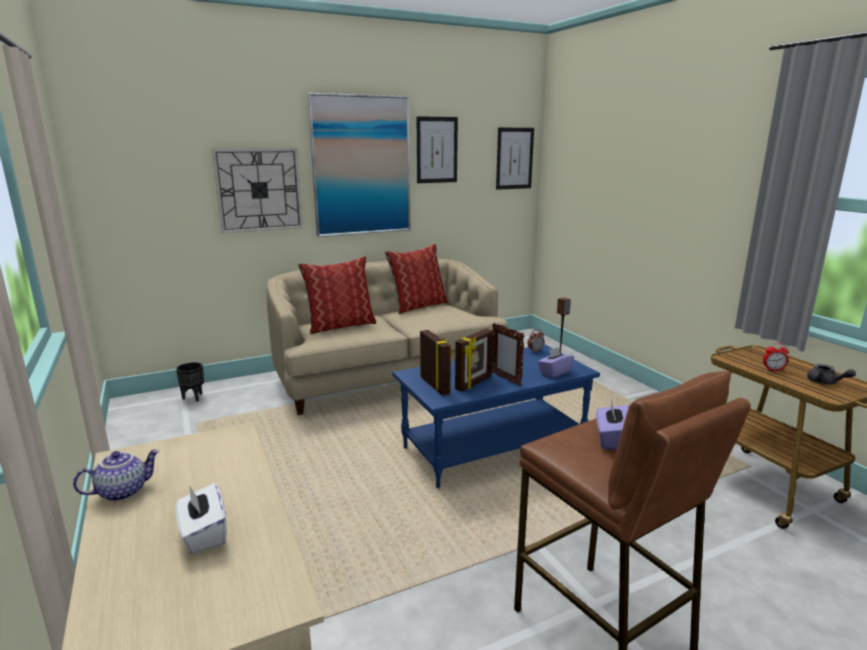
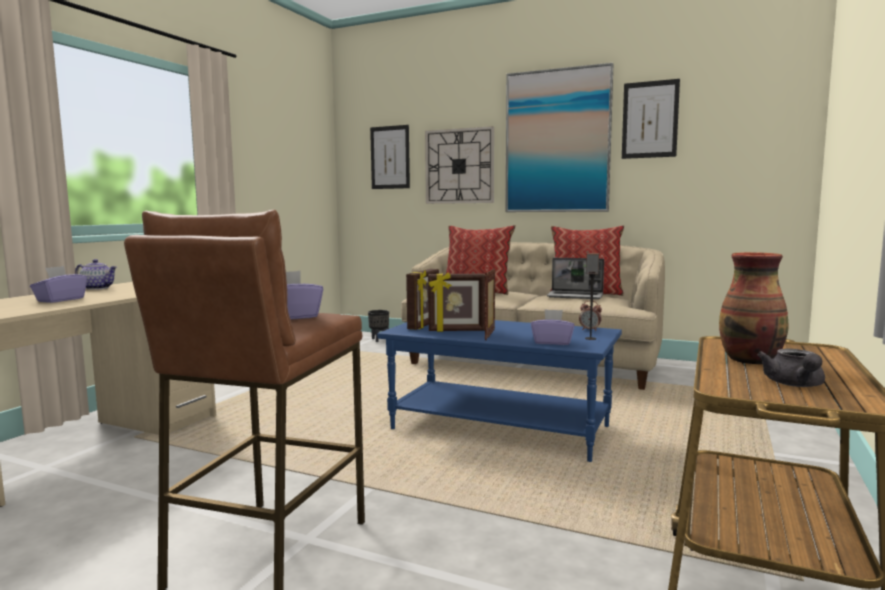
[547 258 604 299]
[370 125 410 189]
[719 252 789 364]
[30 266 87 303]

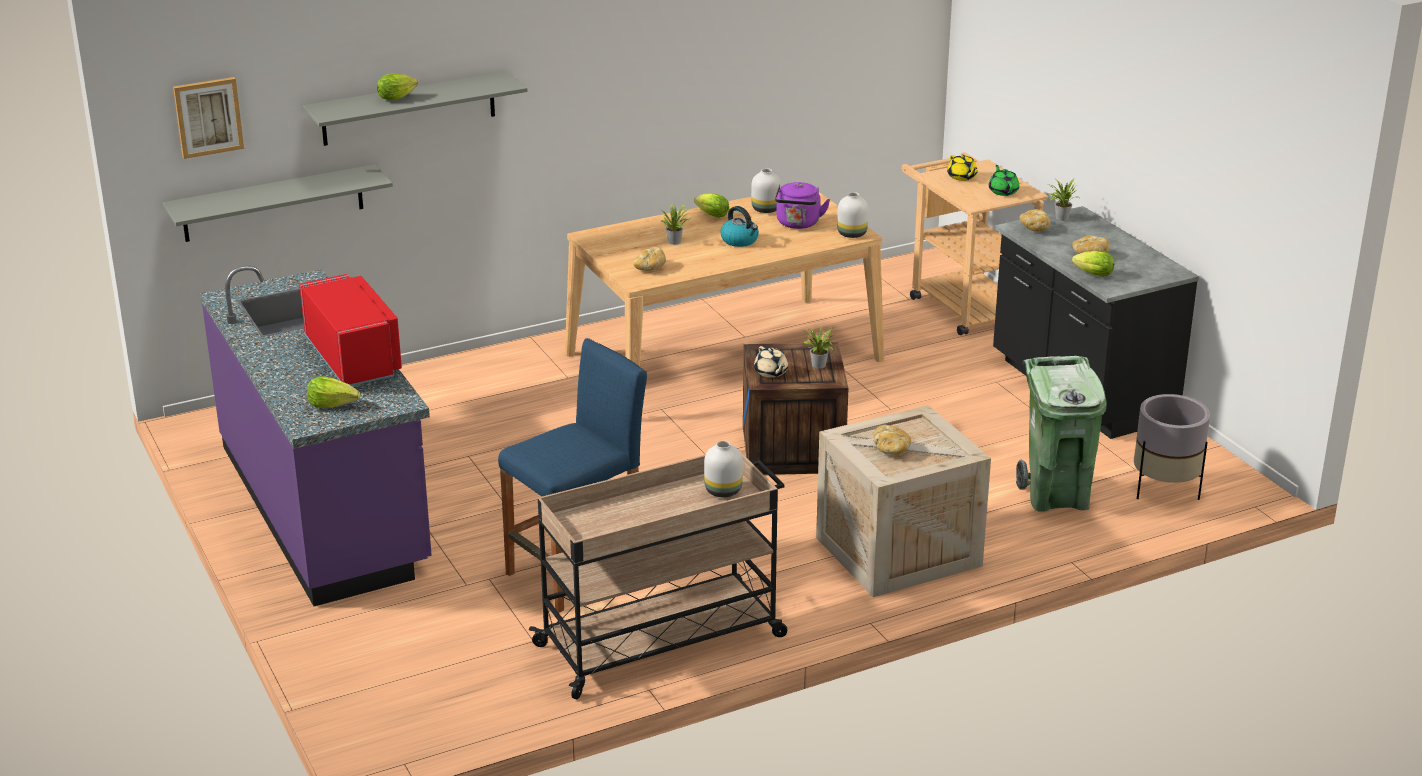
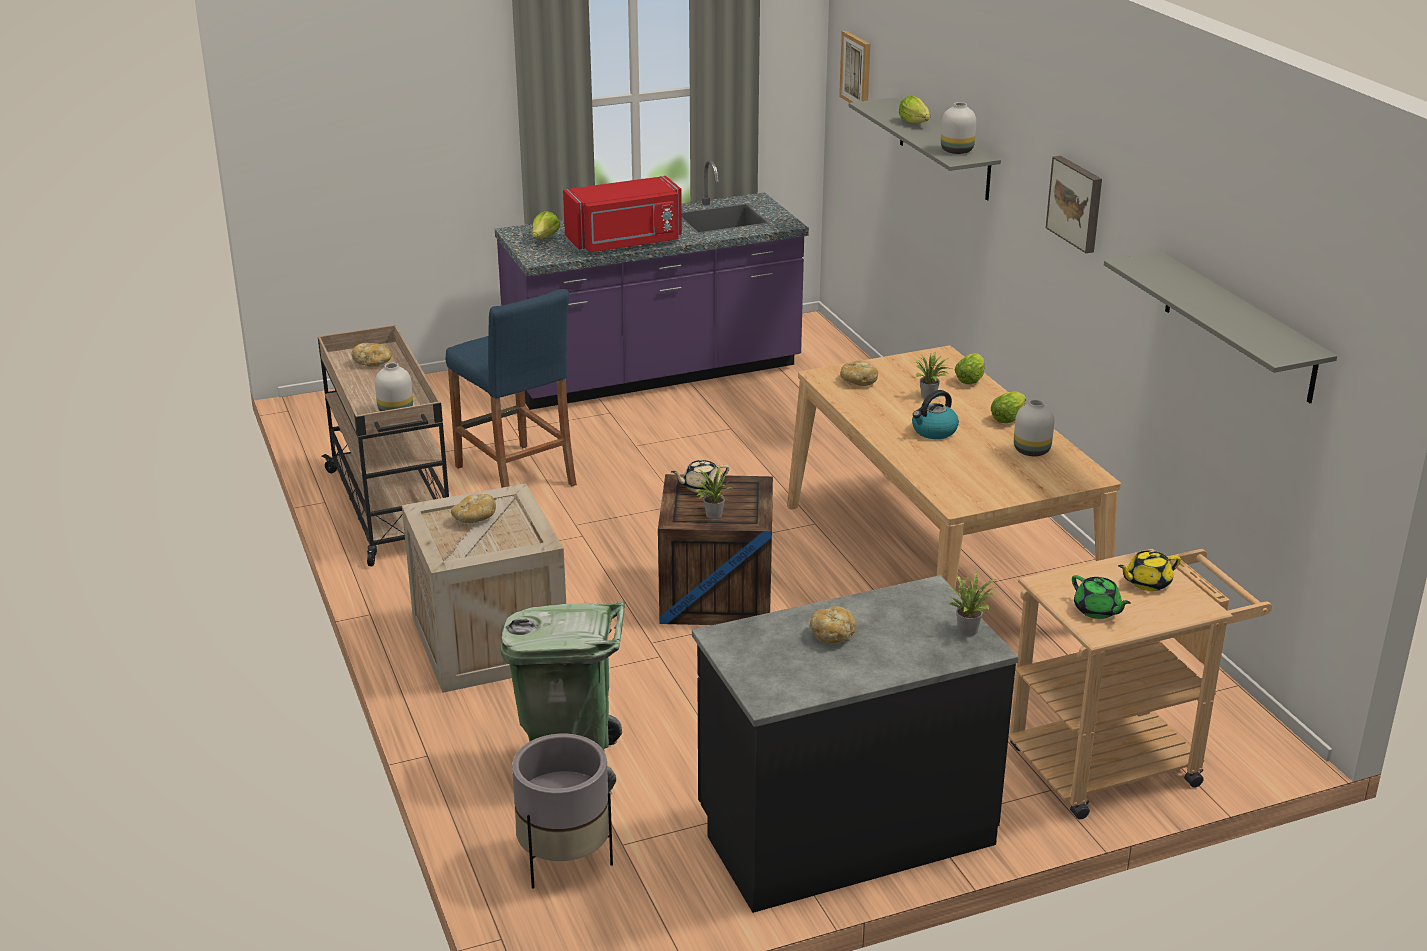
[775 182 830 229] (first image)
[1046 156 1102 253]
[1104 252 1337 403]
[941 102 976 154]
[351 343 392 367]
[955 353 985 384]
[1072 575 1131 619]

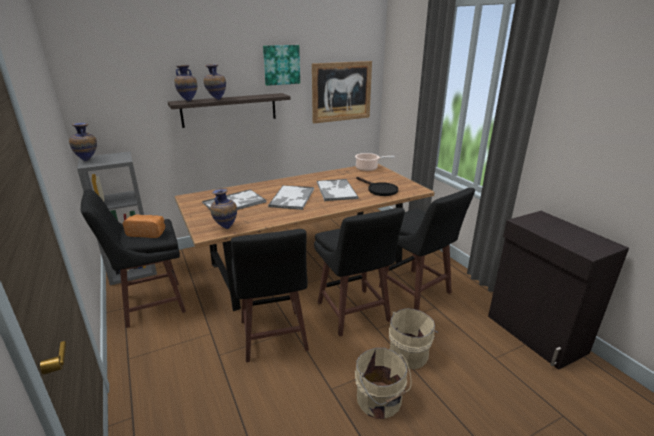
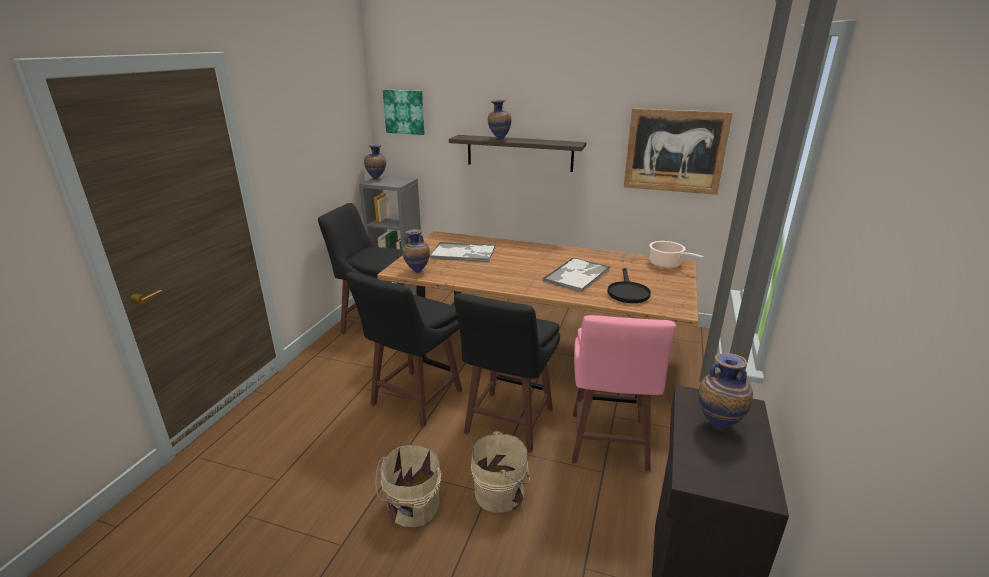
[123 214 165 238] (first image)
[268 185 314 210] (first image)
[699 353 753 430]
[383 90 425 135]
[572 315 676 471]

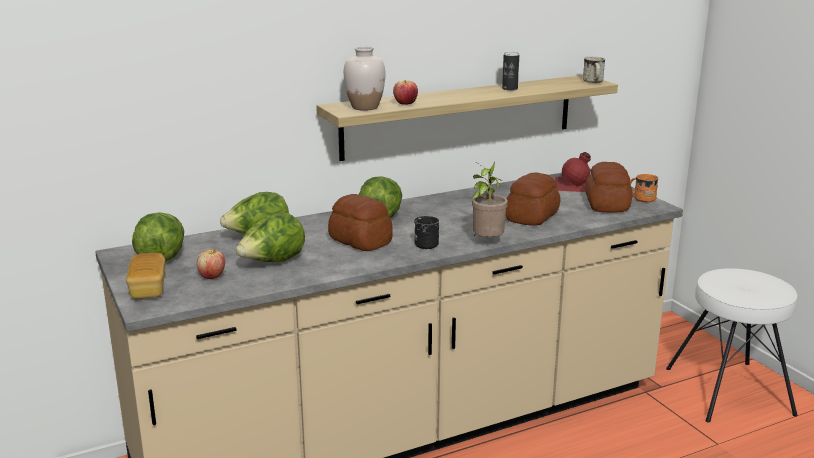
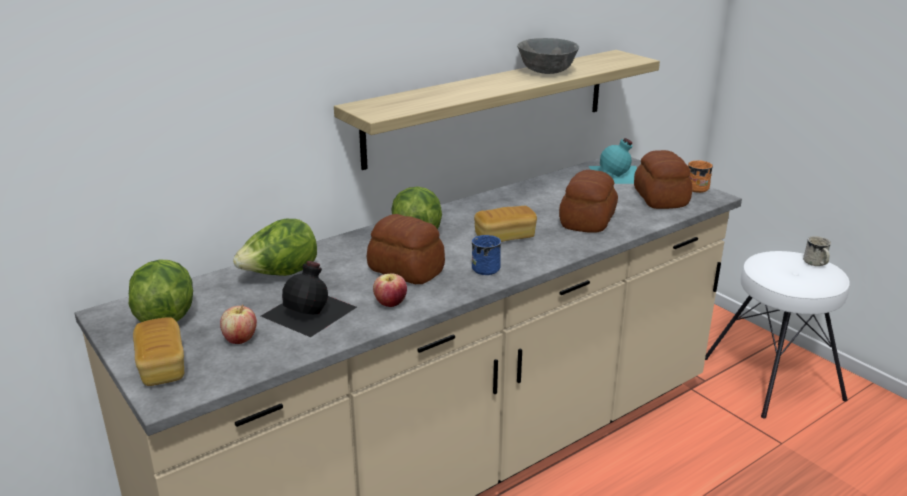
[344 46 386 111] (first image)
[472 162 508 237] (first image)
[474 206 537 242]
[373 273 407 307]
[803 236 831 266]
[261 261 357 337]
[517 38 579 74]
[472 235 501 275]
[589 138 637 184]

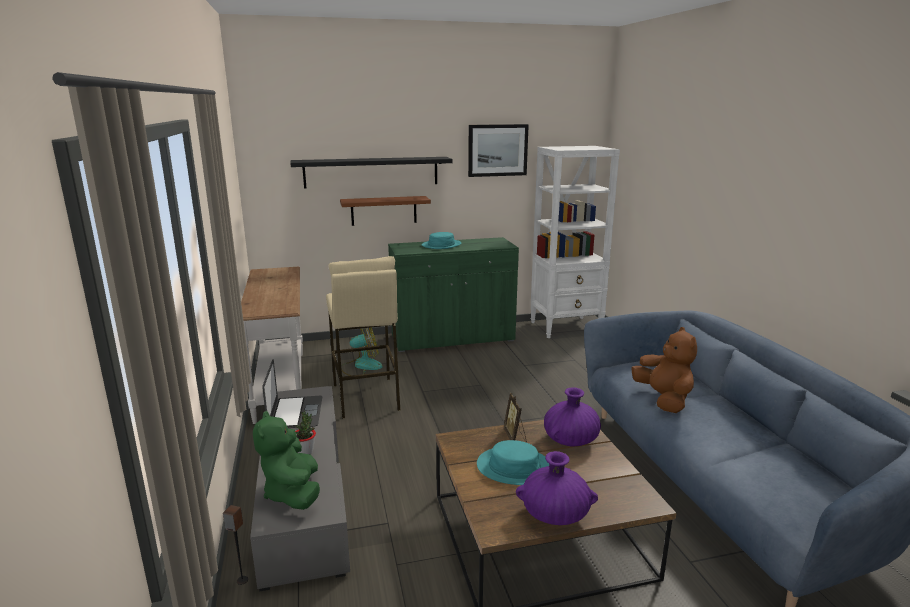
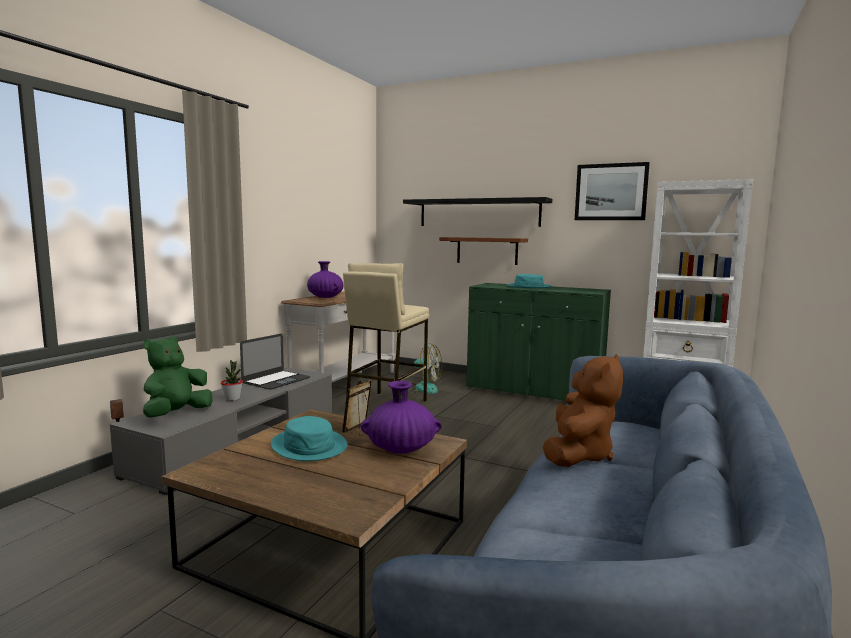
[307 261 344 298]

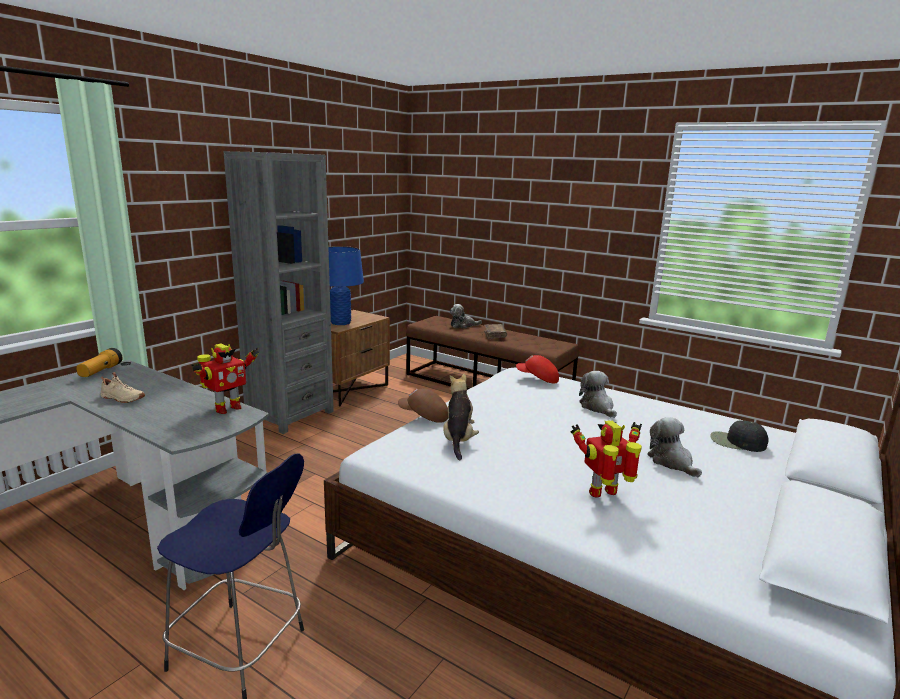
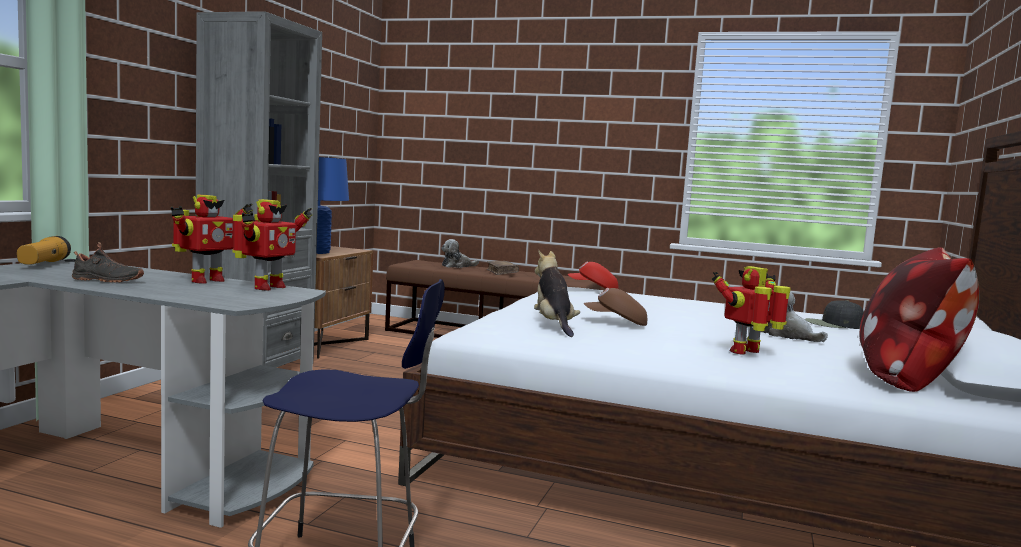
[579 371 617 418] (first image)
[171 195 253 284]
[859 247 979 392]
[584 288 647 326]
[72 242 144 283]

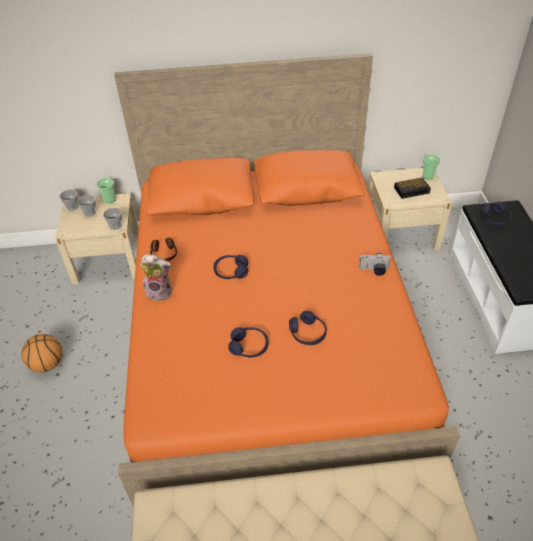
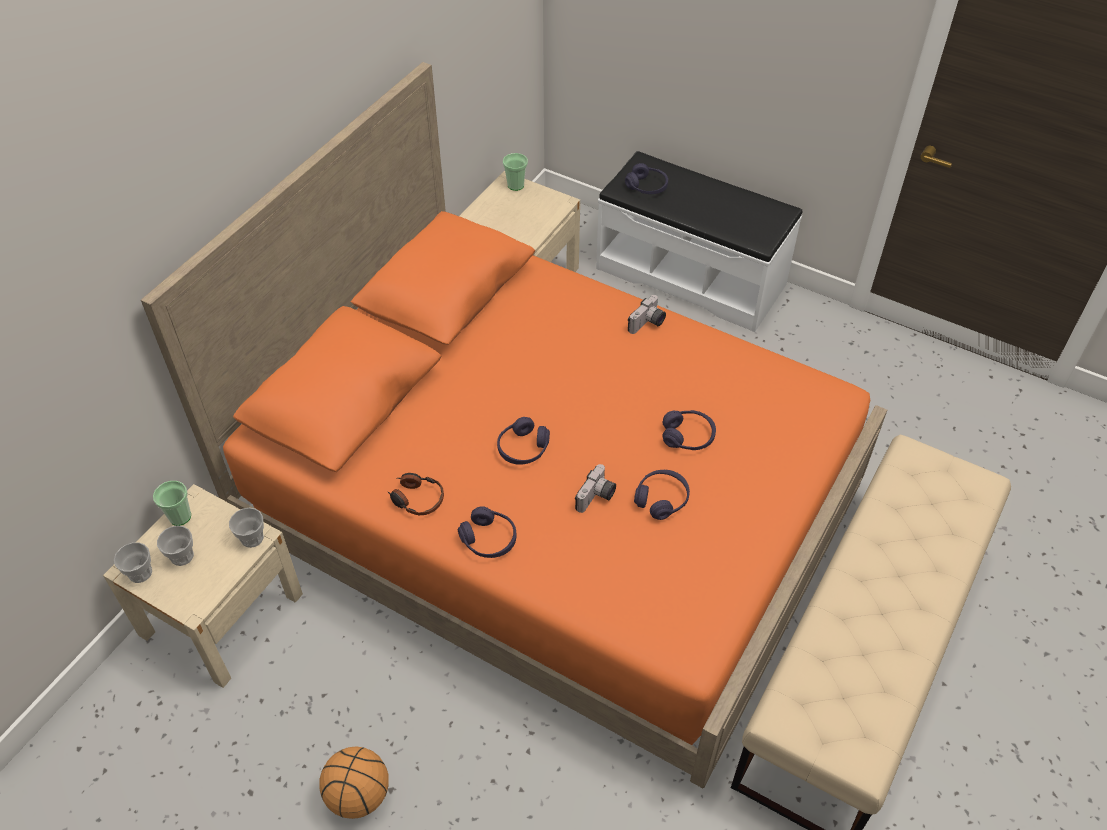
[394 177 431 199] (first image)
[575 464 616 513]
[458 506 517 558]

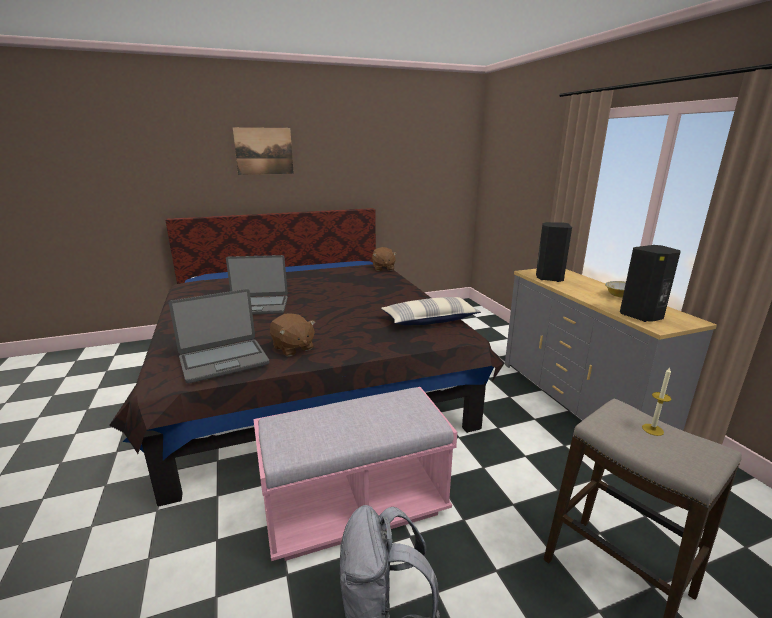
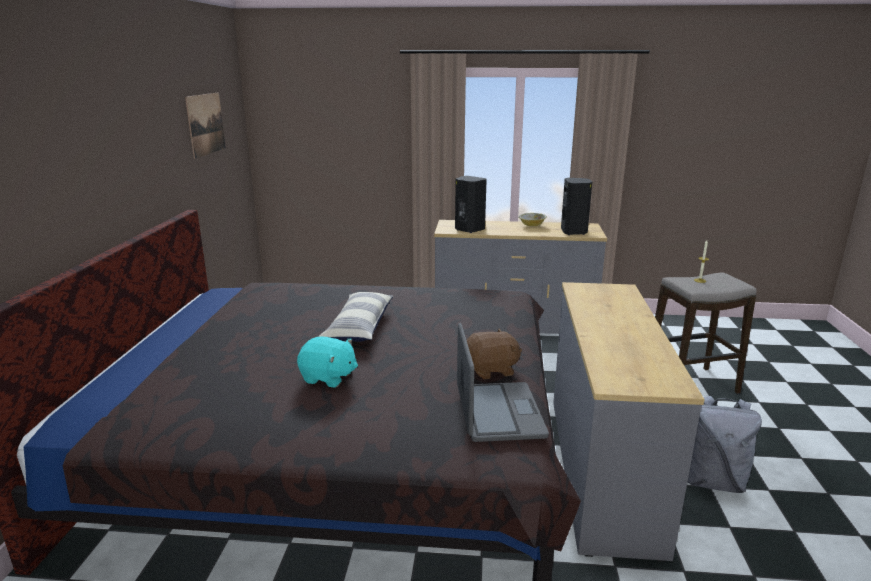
[372 247 397 271] (first image)
[185 92 226 159]
[318 292 394 342]
[297 336 358 388]
[553 282 705 562]

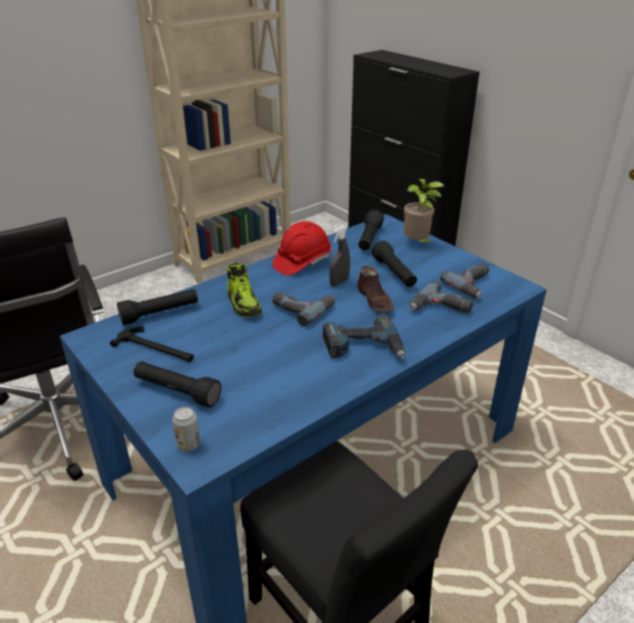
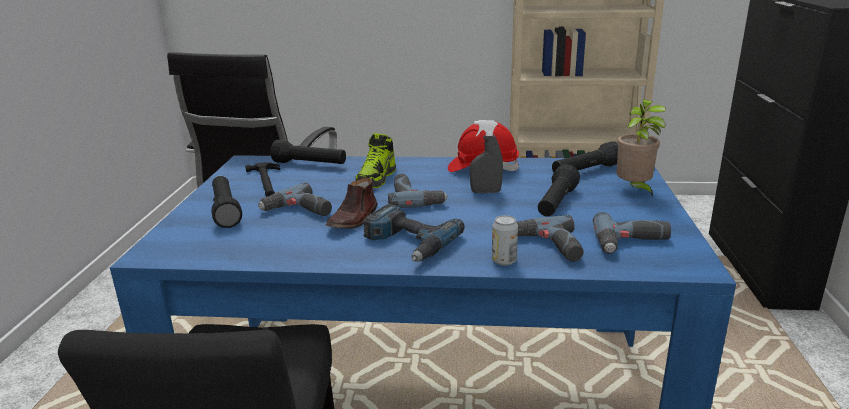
[258 182 332 216]
[492 215 518 266]
[326 177 378 229]

